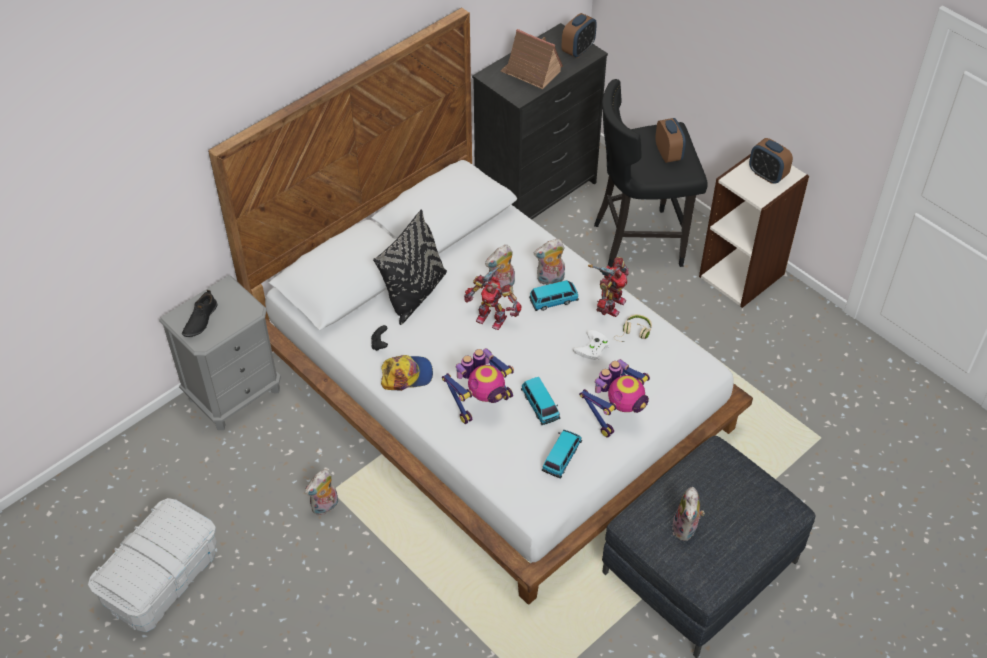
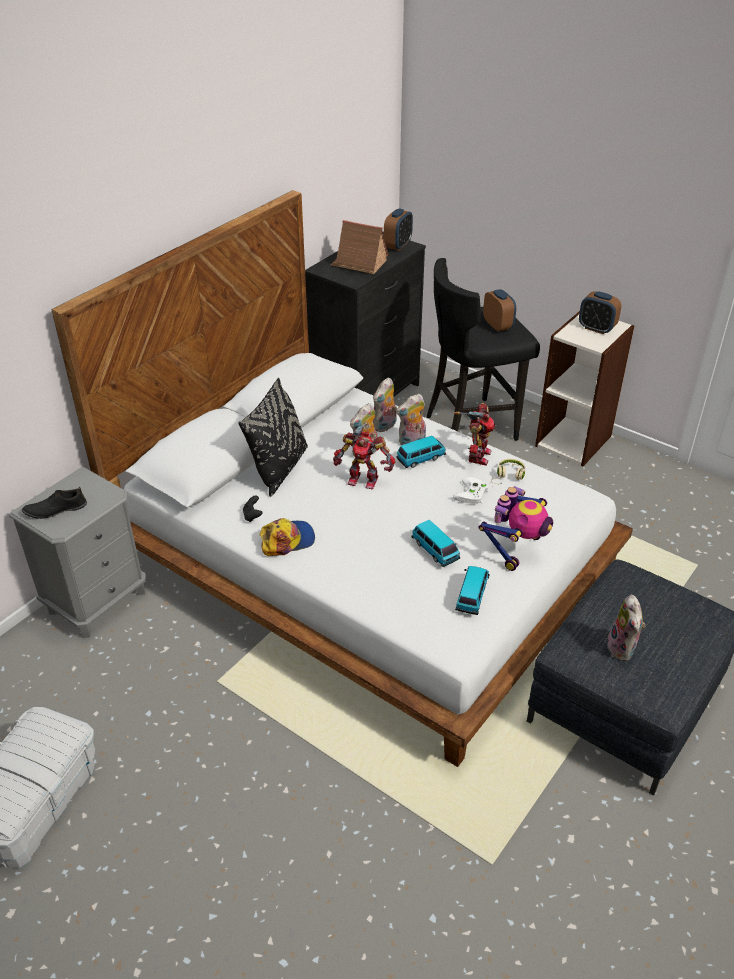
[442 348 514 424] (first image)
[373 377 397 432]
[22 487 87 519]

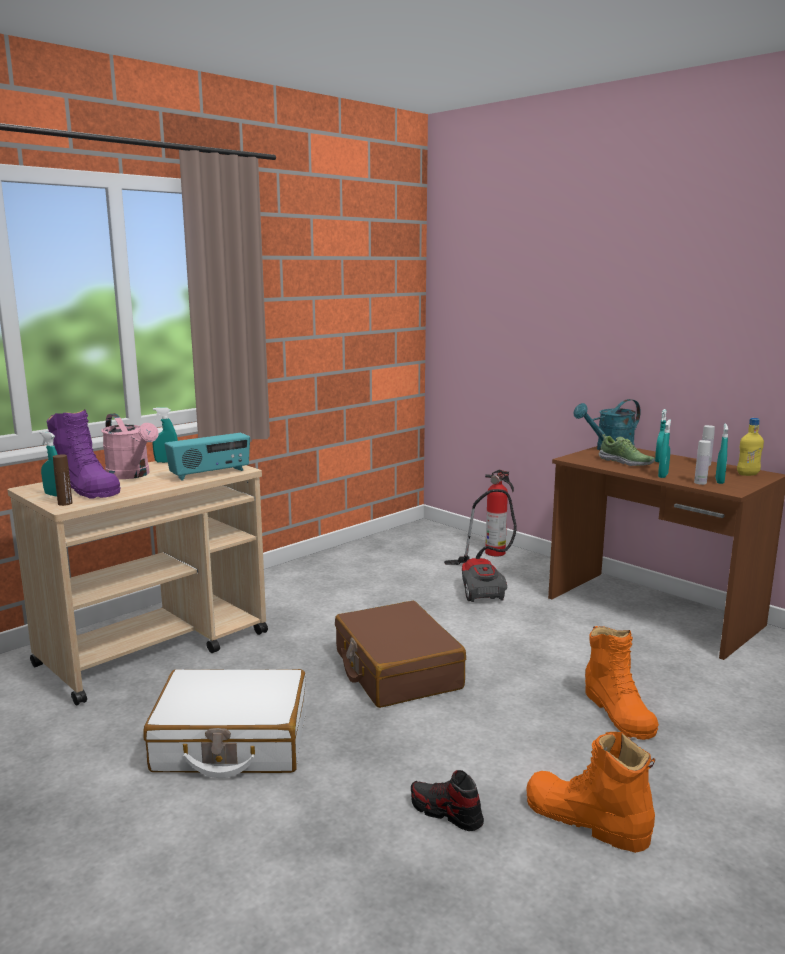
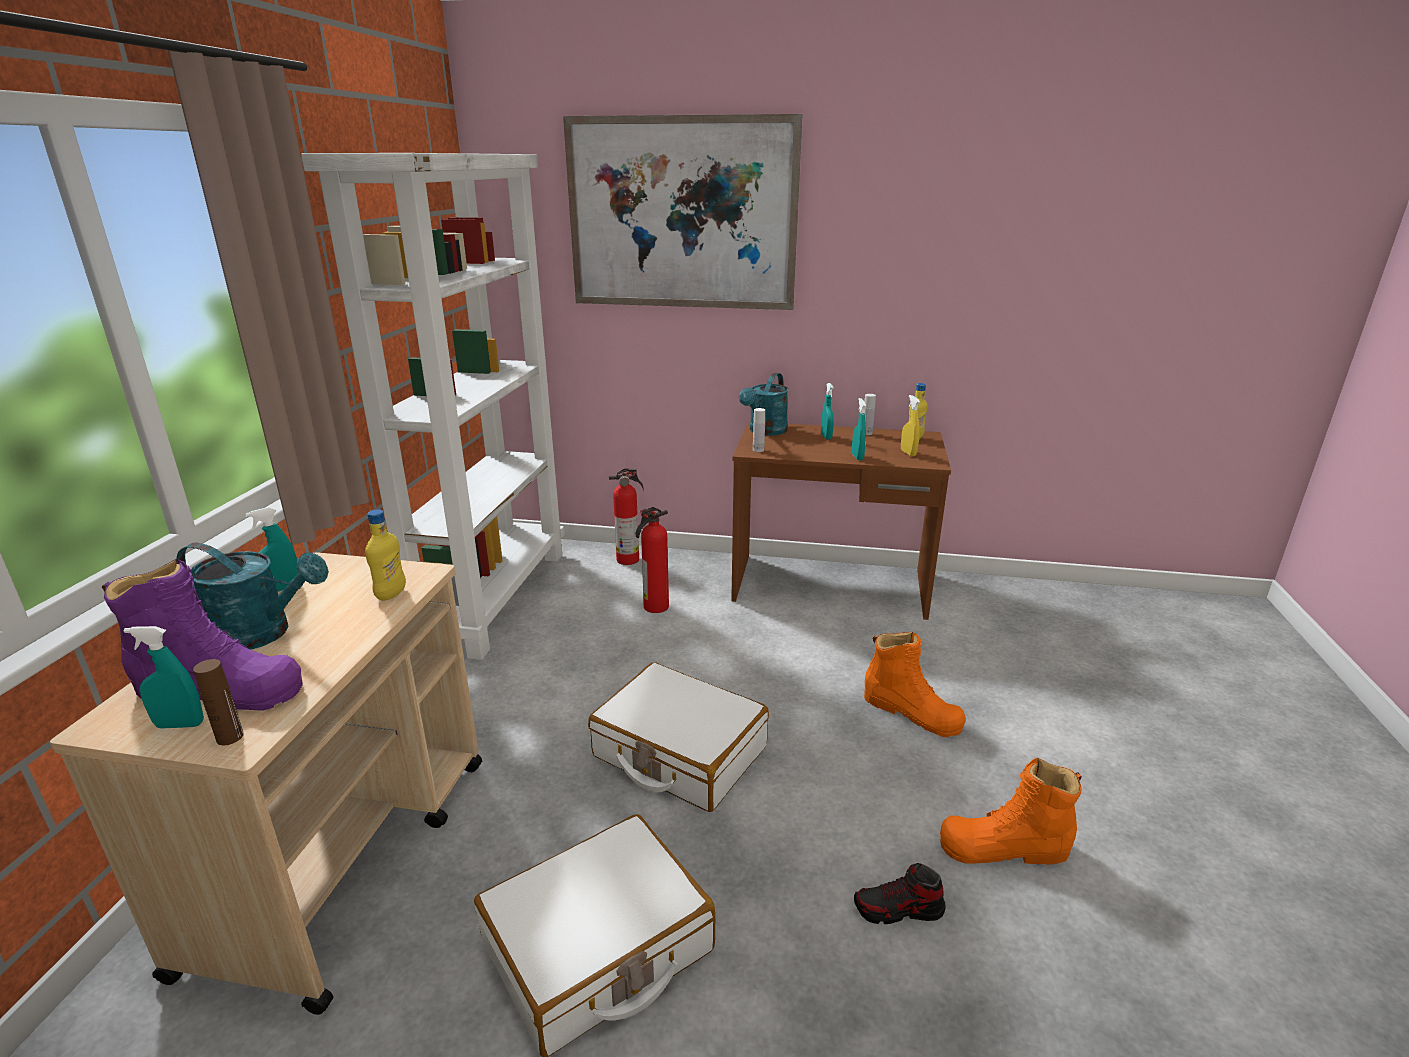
[599 434 655 466] (first image)
[301 153 565 660]
[563 114 803 310]
[753 408 765 452]
[365 509 406 601]
[636 507 669 613]
[177 542 329 650]
[588 662 769 812]
[901 395 920 456]

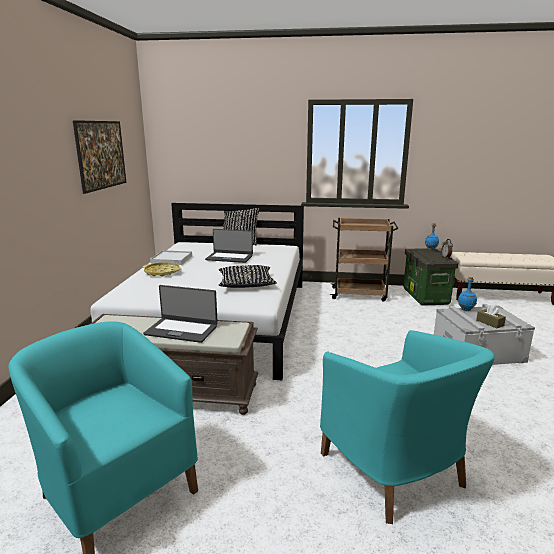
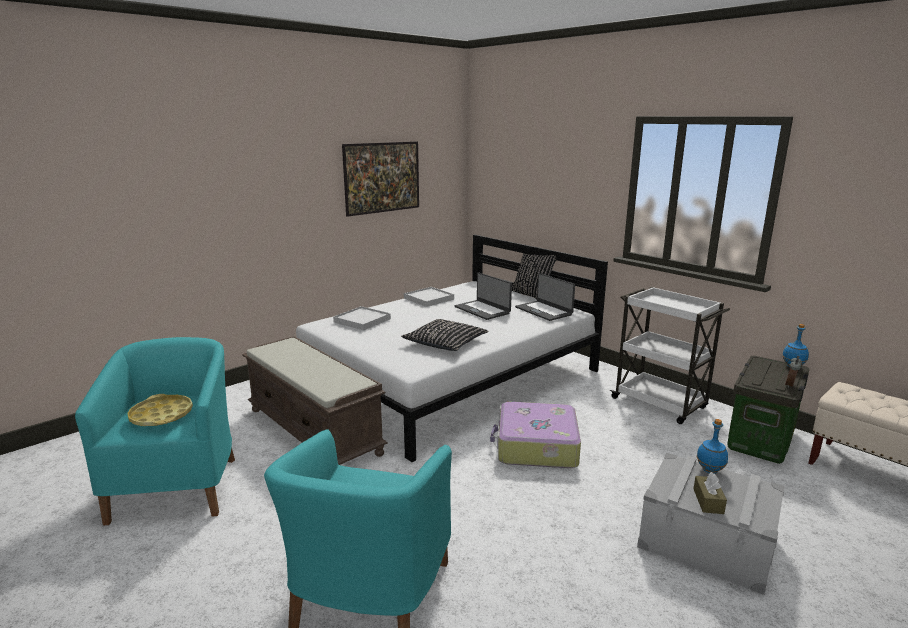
[333 306 391 330]
[490 402 581 468]
[127 394 193 426]
[515 273 575 321]
[610 287 730 424]

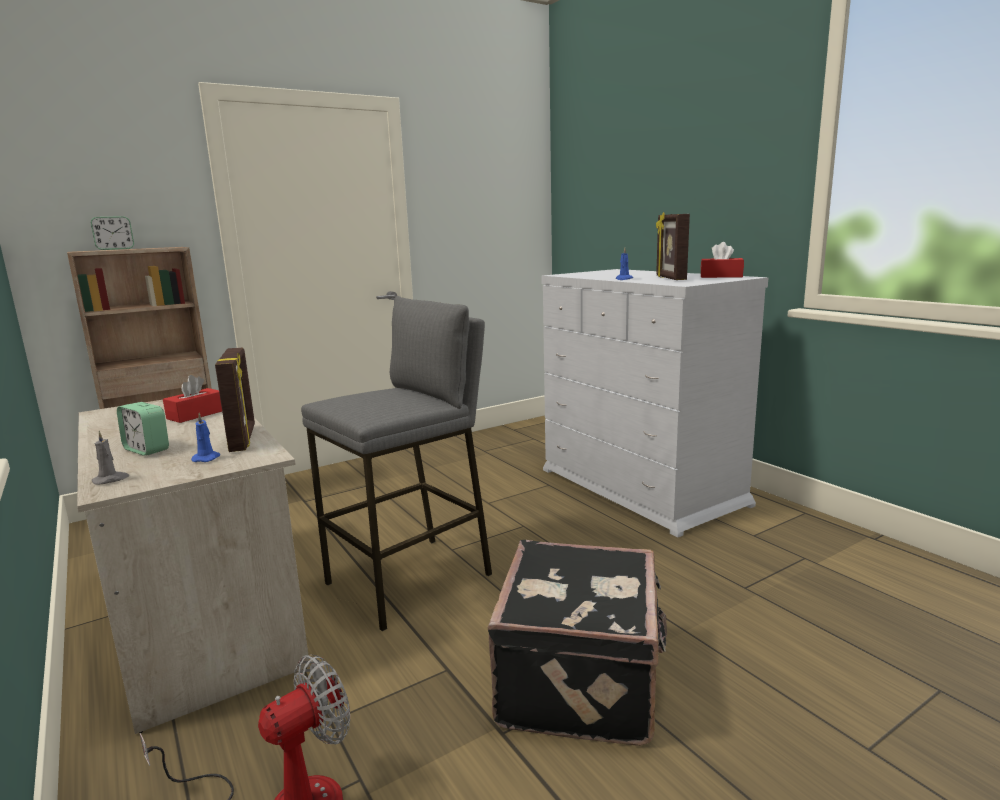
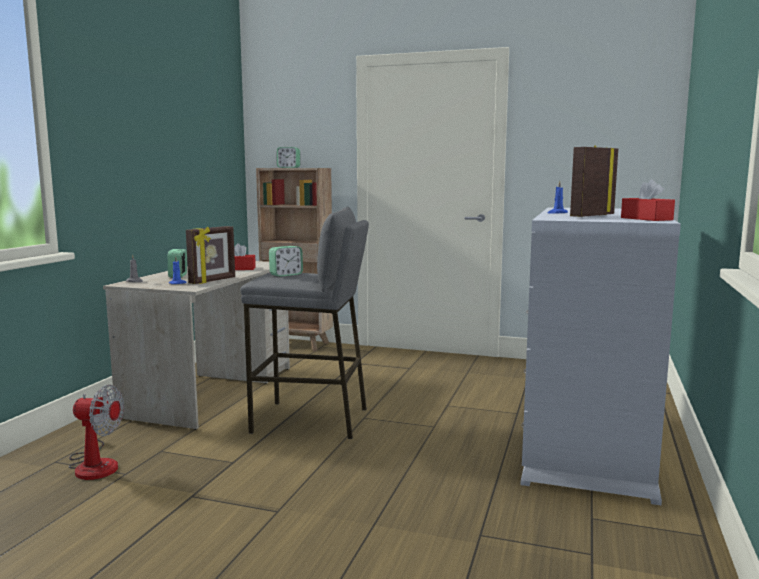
[487 540 667 746] (first image)
[269 246 303 277]

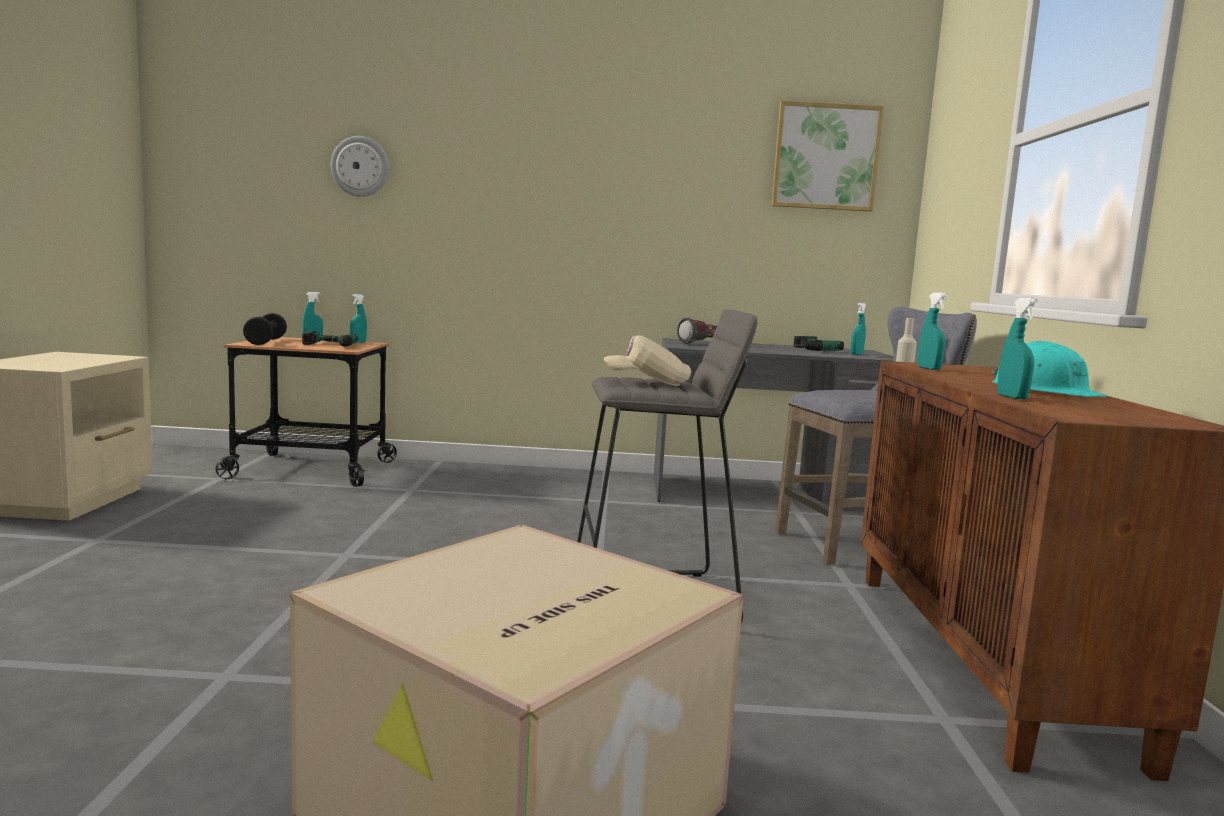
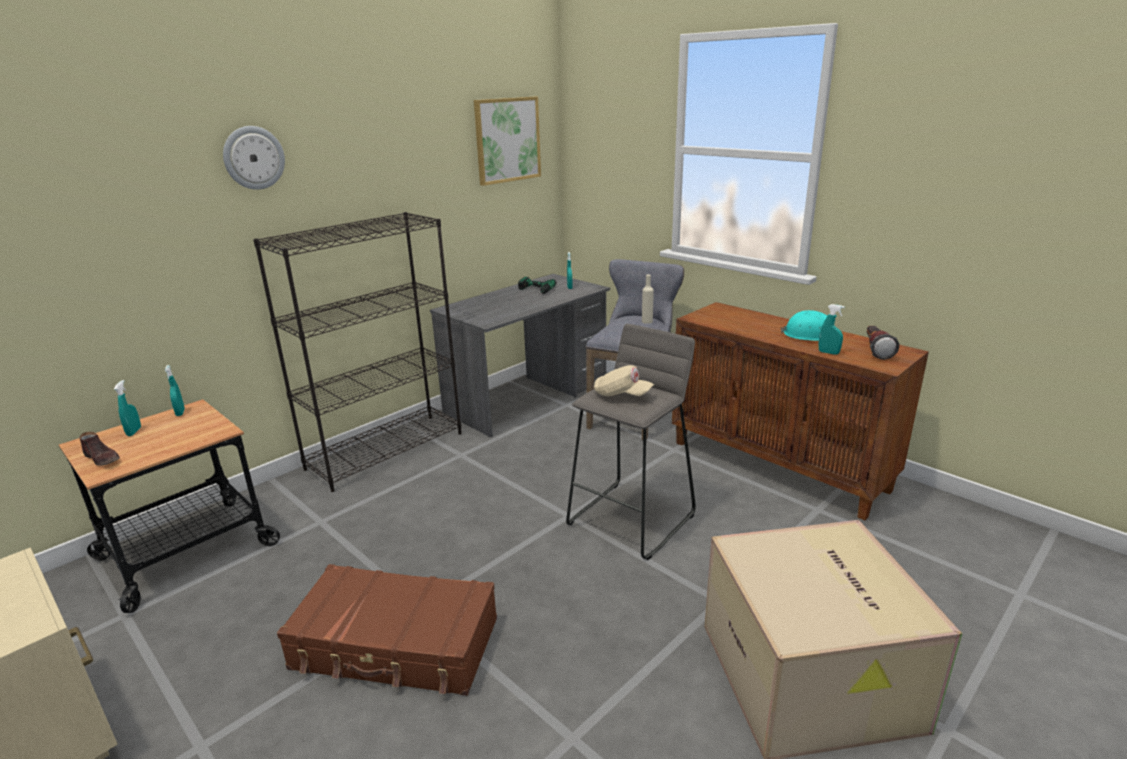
[302 331 358 347] (first image)
[917 292 948 370] (first image)
[253 212 462 492]
[277 564 497 696]
[223 126 285 190]
[866 326 899 360]
[80 432 120 466]
[594 365 654 396]

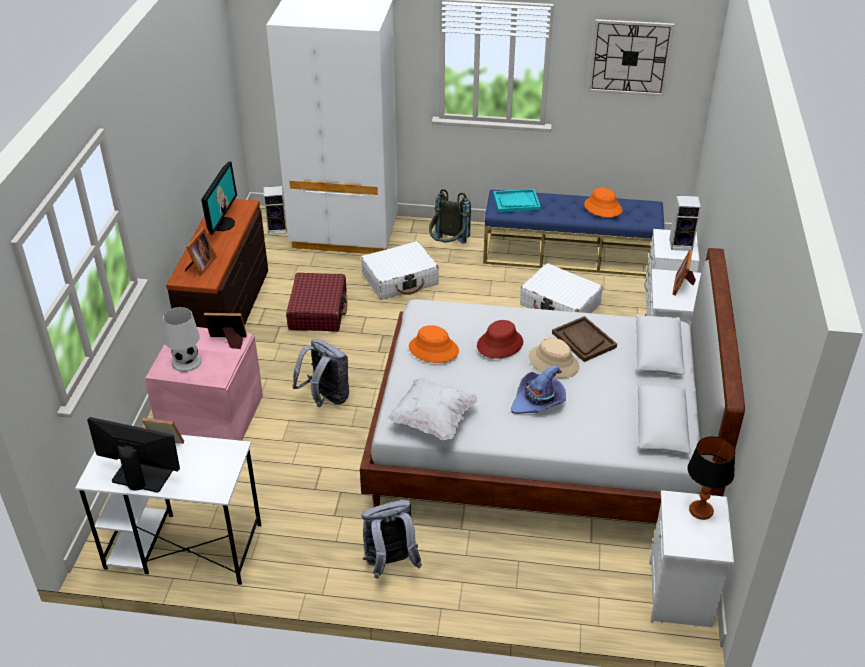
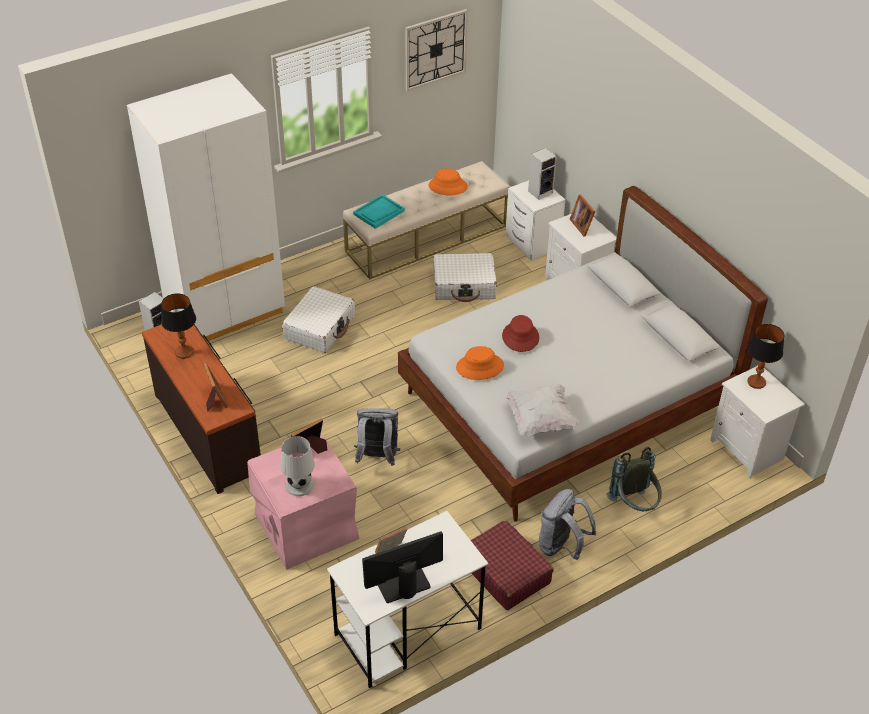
[511 365 566 414] (first image)
[529 338 579 378] (first image)
[552 316 617 362] (first image)
[471 520 553 610]
[606 447 662 511]
[161 293 196 359]
[343 161 510 279]

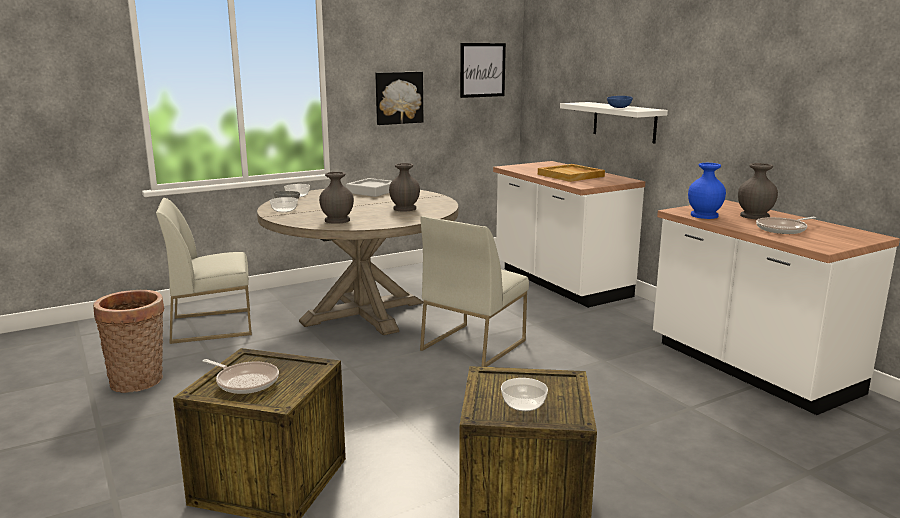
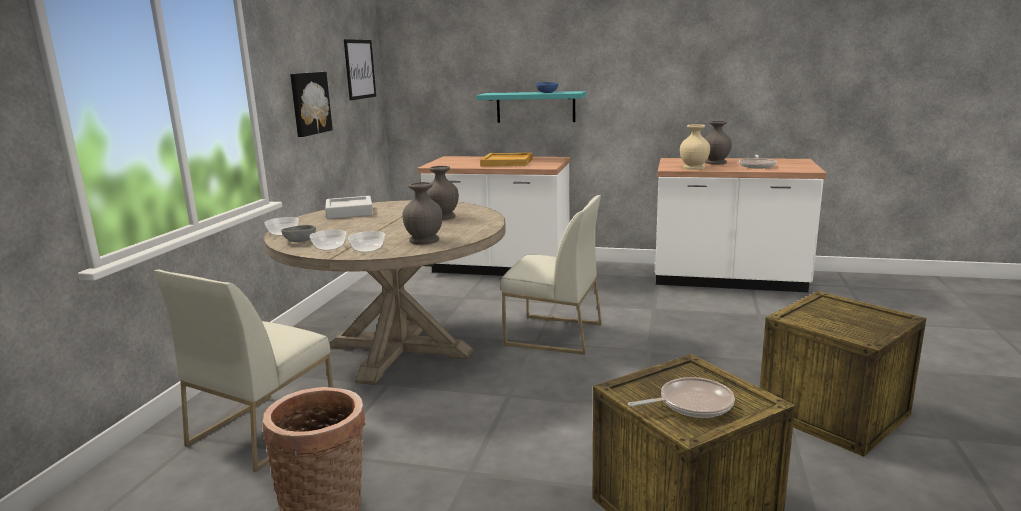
[348 231 385 252]
[476 91 587 123]
[680 124 710 170]
[501 195 602 355]

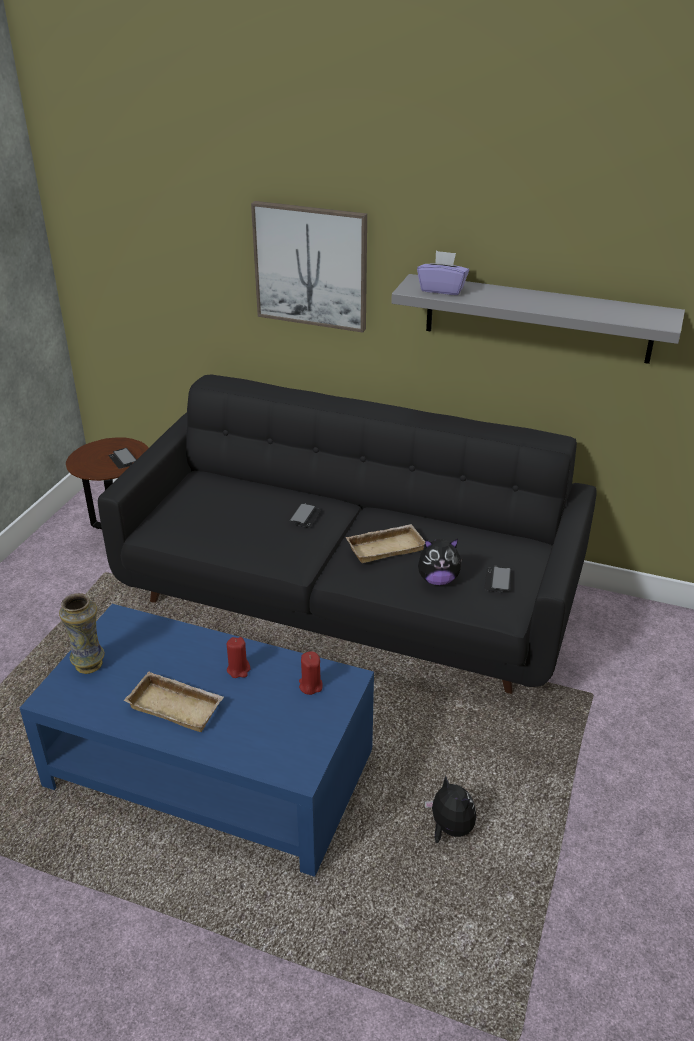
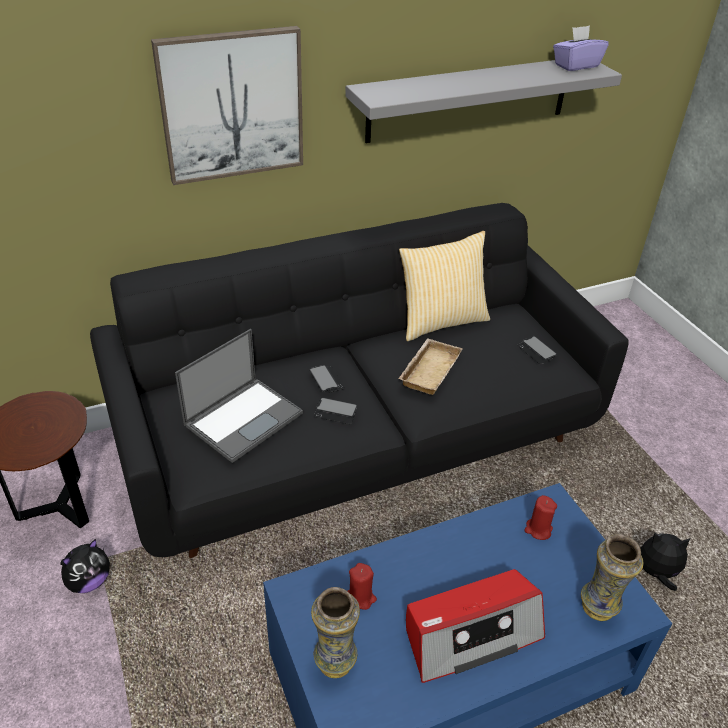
[175 329 303 463]
[399 231 490 341]
[581 534 644 621]
[314 397 357 424]
[348 563 377 610]
[553 25 609 71]
[60 539 110 593]
[406 569 545 683]

